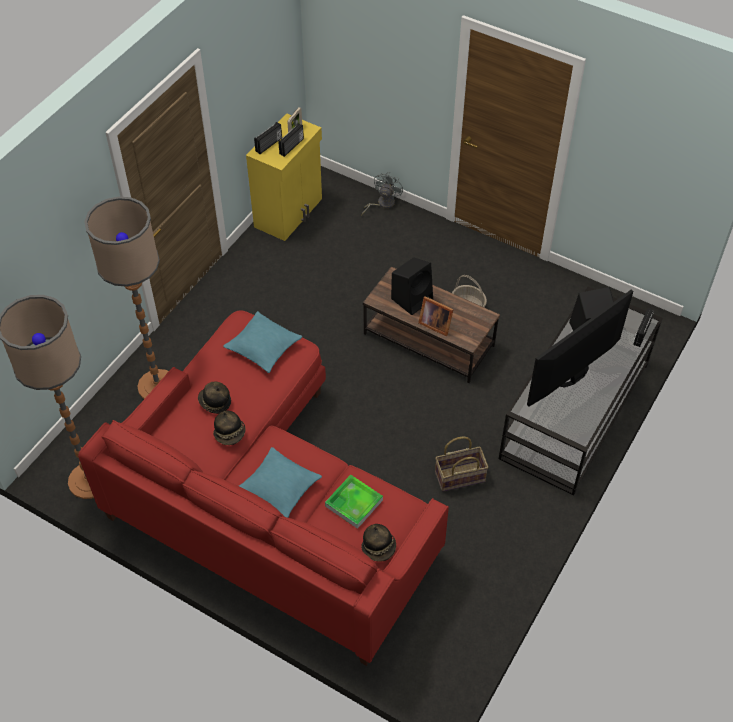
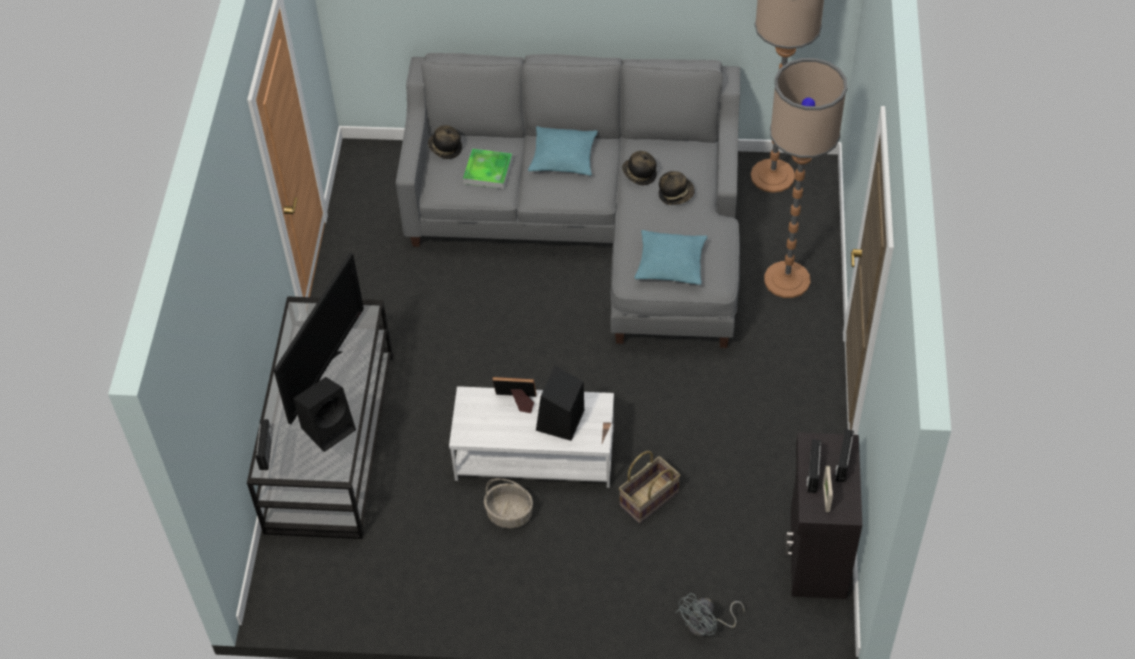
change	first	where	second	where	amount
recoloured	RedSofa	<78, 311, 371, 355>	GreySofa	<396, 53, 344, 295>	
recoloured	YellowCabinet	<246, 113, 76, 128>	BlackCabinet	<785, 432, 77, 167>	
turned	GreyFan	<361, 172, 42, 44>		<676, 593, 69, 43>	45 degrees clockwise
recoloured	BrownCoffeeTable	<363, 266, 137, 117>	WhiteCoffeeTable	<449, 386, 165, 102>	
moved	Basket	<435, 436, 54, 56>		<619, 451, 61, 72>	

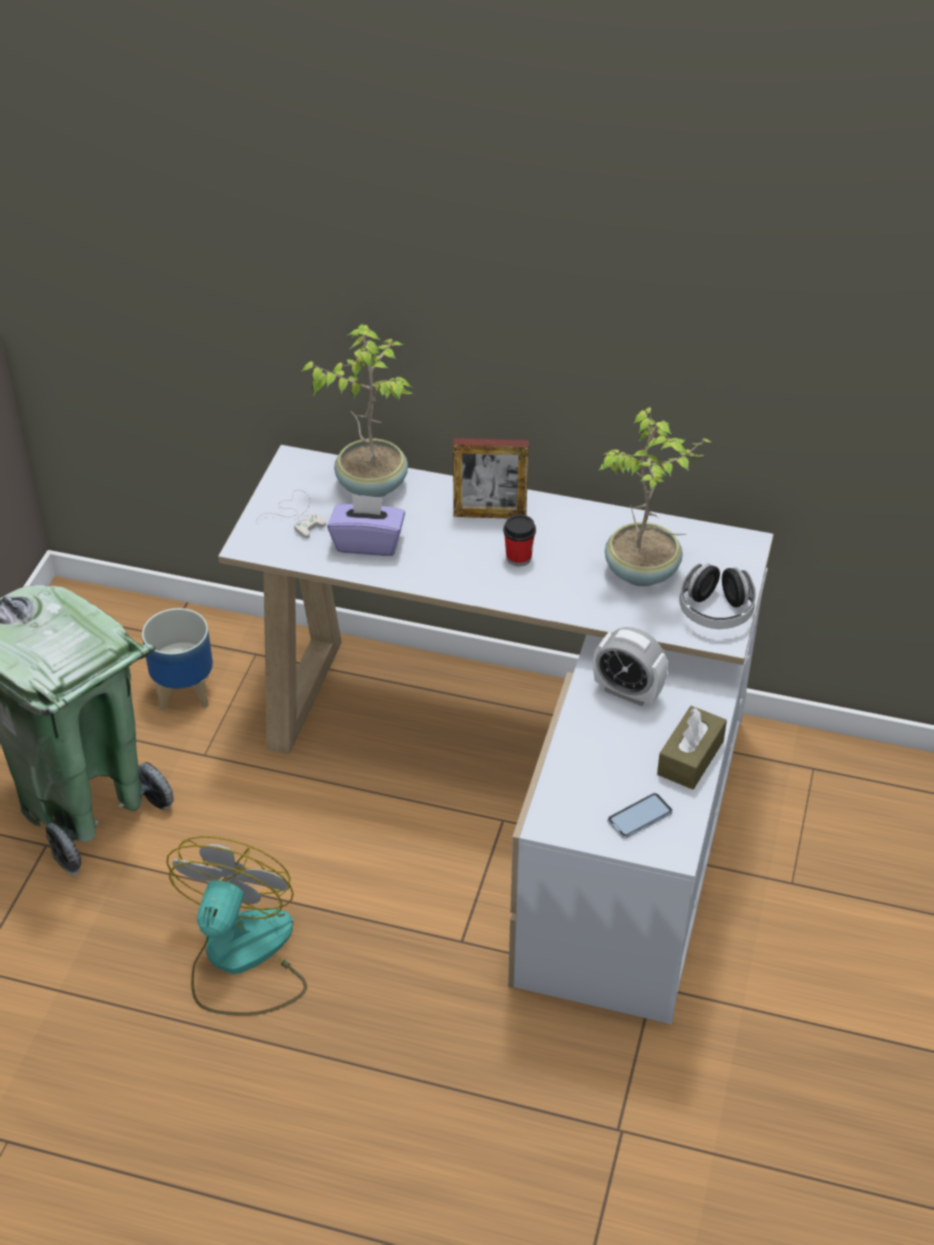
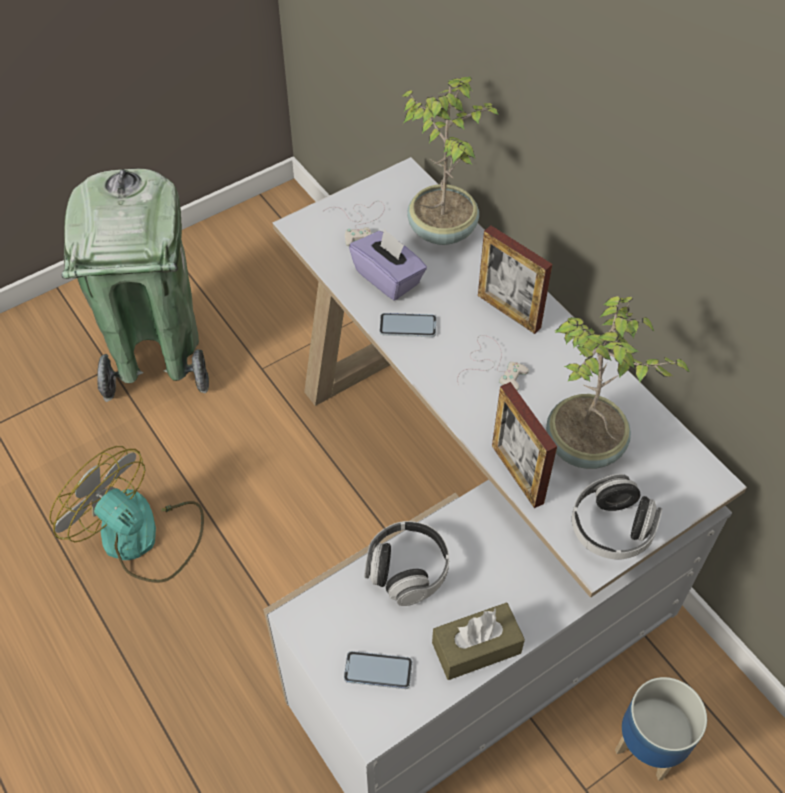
change	first	where	second	where	amount
moved	Planter	<142, 608, 71, 103>		<615, 677, 92, 104>	
turned	Fan	<167, 836, 140, 180>		<49, 446, 155, 137>	105 degrees counterclockwise
replaced	Cup	<503, 514, 33, 52>	WhiteGameController	<457, 335, 72, 56>	
removed	AlarmClock	<593, 627, 75, 79>			
added			Headphones	<365, 521, 84, 85>	
added			Phone	<379, 313, 58, 24>	
added			PictureFrame	<492, 382, 65, 126>	

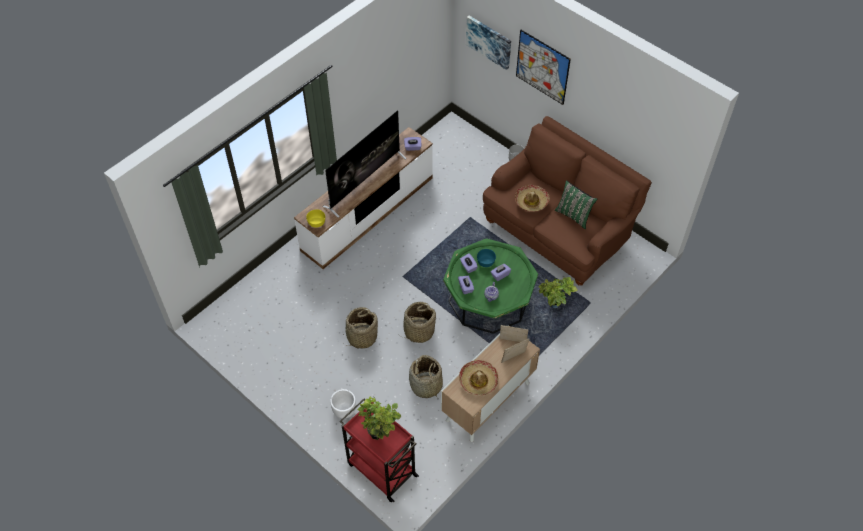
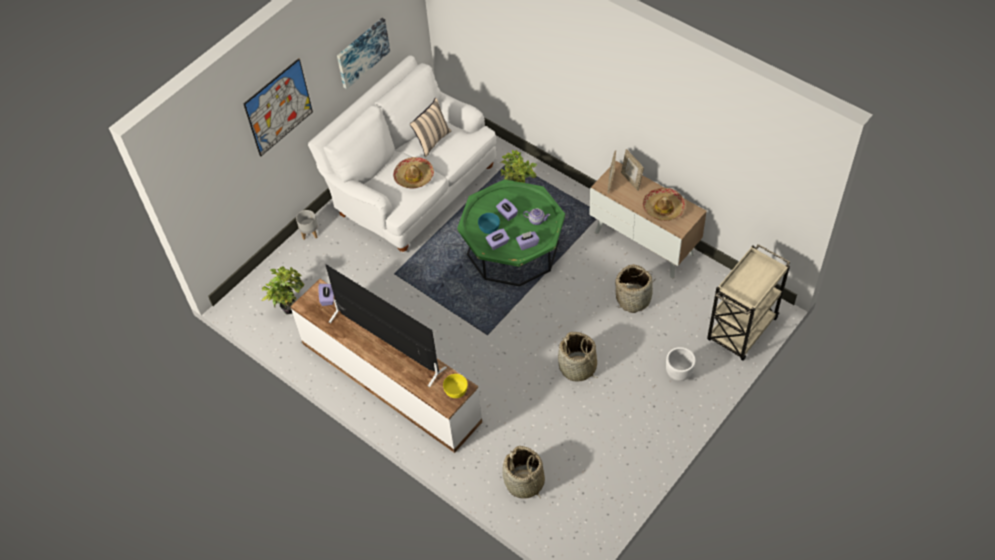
change	first	where	second	where	amount
recoloured	RedCart	<340, 399, 79, 103>	BeigeCart	<707, 244, 83, 117>	
moved	PottedPlant	<357, 396, 44, 44>		<261, 266, 43, 48>	
moved	Basket	<399, 302, 37, 41>		<503, 446, 42, 53>	
moved	Picture	<466, 16, 45, 54>		<337, 18, 53, 71>	
recoloured	BrownSofa	<483, 116, 169, 170>	WhiteSofa	<308, 56, 188, 197>	
recoloured	GreenPillow	<555, 180, 42, 49>	BeigePillow	<410, 98, 41, 59>	

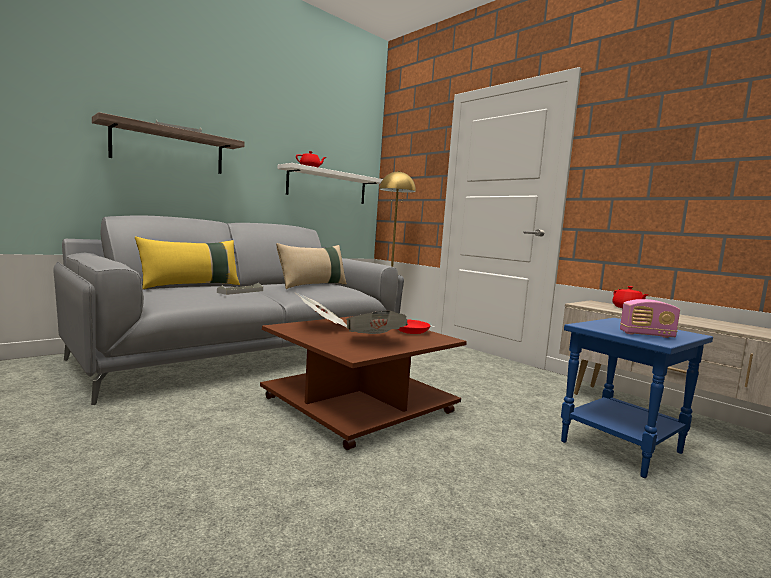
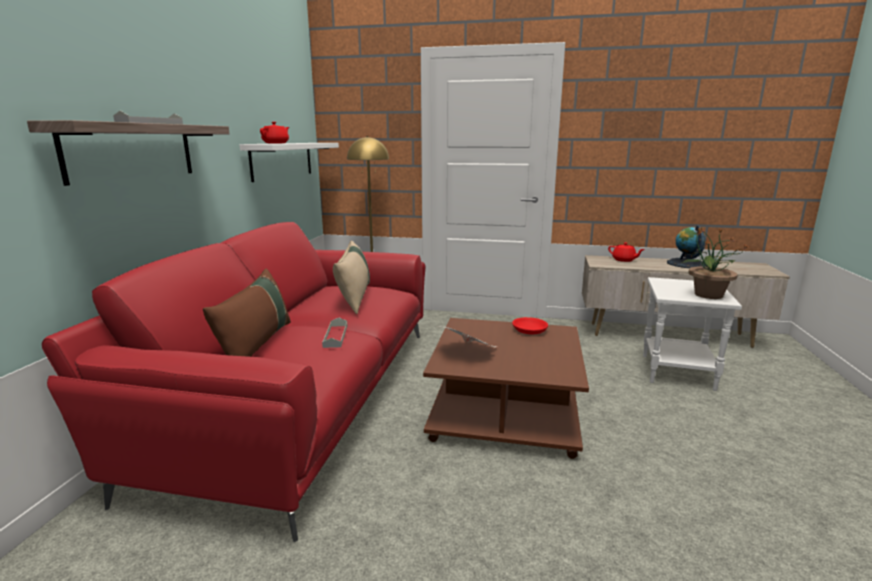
change	first	where	second	where	amount
recoloured	GreySofa	<53, 215, 351, 190>	RedSofa	<42, 222, 383, 320>	
recoloured	YellowPillow	<135, 237, 105, 52>	BrownPillow	<203, 269, 88, 88>	
removed	Newspaper	<346, 311, 62, 23>			
recoloured	BlueSideTable	<561, 318, 152, 160>	WhiteSideTable	<643, 277, 99, 114>	
replaced	Radio	<620, 299, 60, 39>	PottedPlant	<682, 228, 68, 71>	
added			Globe	<667, 225, 40, 43>	

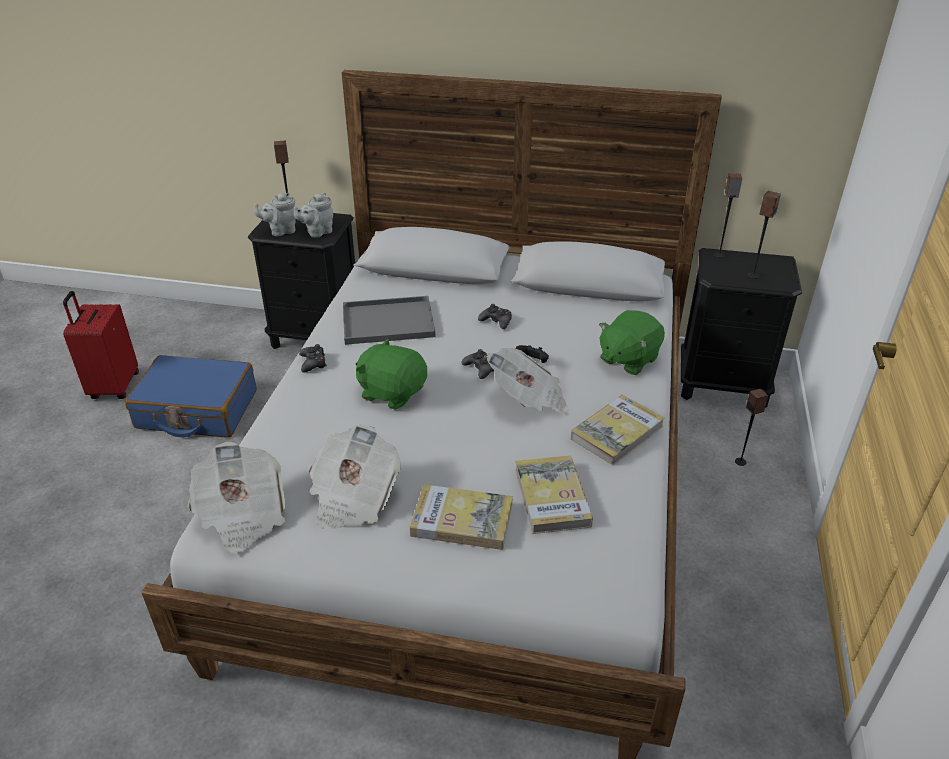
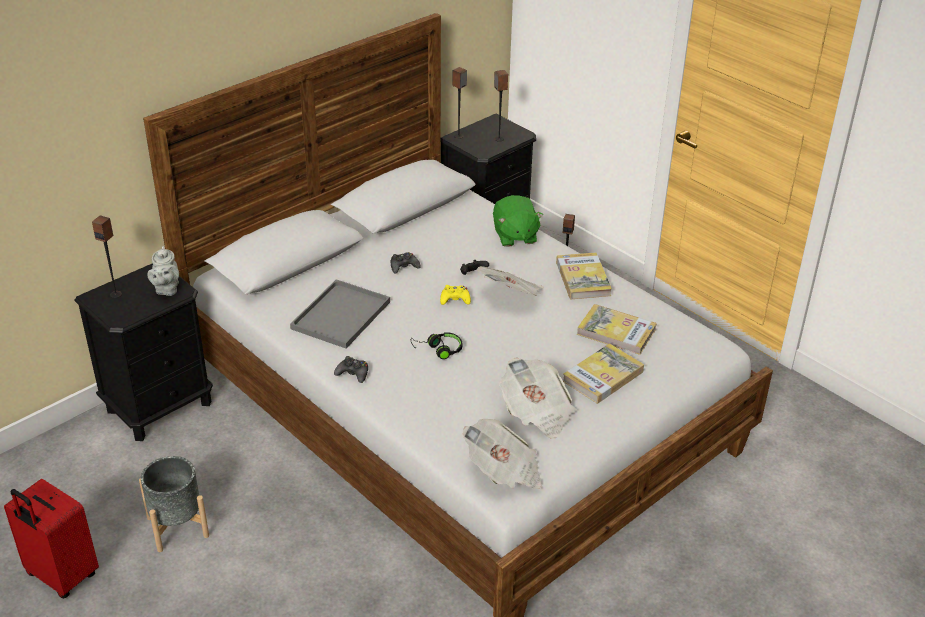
change	first	where	second	where	amount
replaced	BlueSuitcase	<125, 355, 132, 83>	GreyPlanter	<139, 456, 70, 96>	
removed	GreyTeapot	<254, 193, 42, 43>			
replaced	GreenPlushToy	<356, 338, 71, 72>	BlackHeadphones	<411, 332, 51, 27>	
recoloured	BlackGameController	<461, 349, 33, 30>	YellowGameController	<440, 285, 31, 20>	

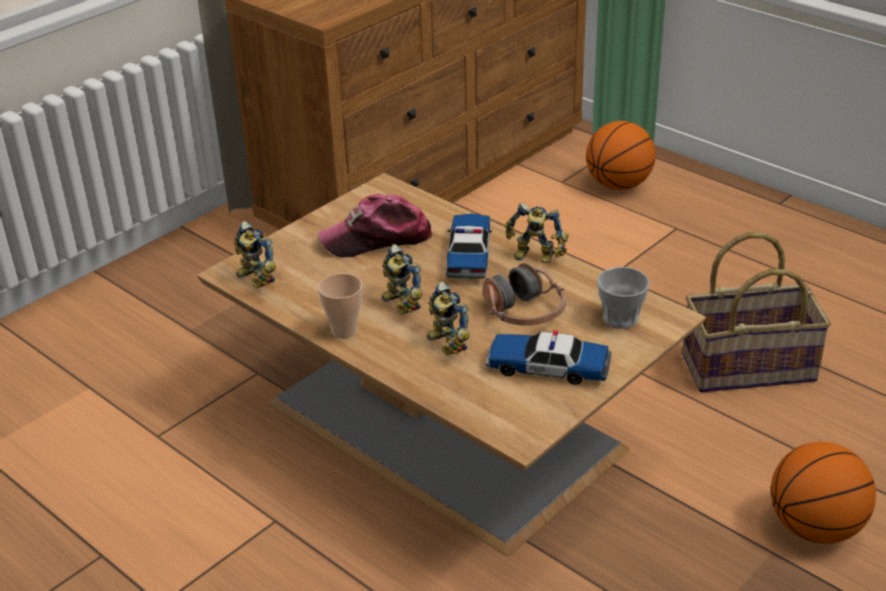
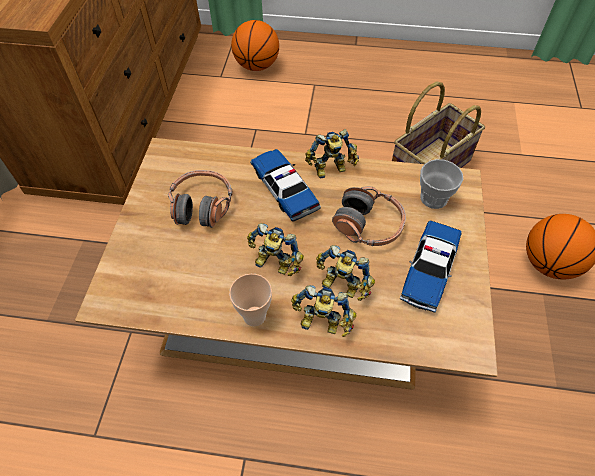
change	first	where	second	where	amount
moved	ToyRobot	<234, 221, 42, 67>		<291, 285, 66, 52>	
replaced	Cap	<318, 194, 114, 64>	Headphones	<168, 170, 65, 58>	
turned	ToyCar	<486, 330, 125, 55>		<400, 221, 62, 92>	45 degrees counterclockwise

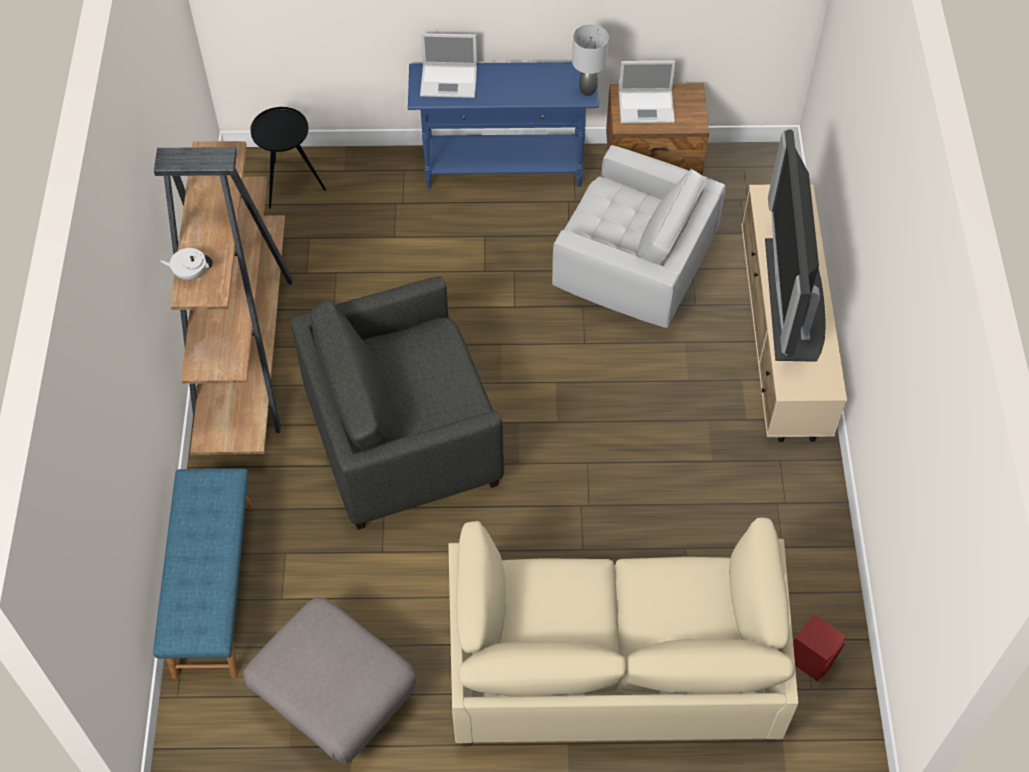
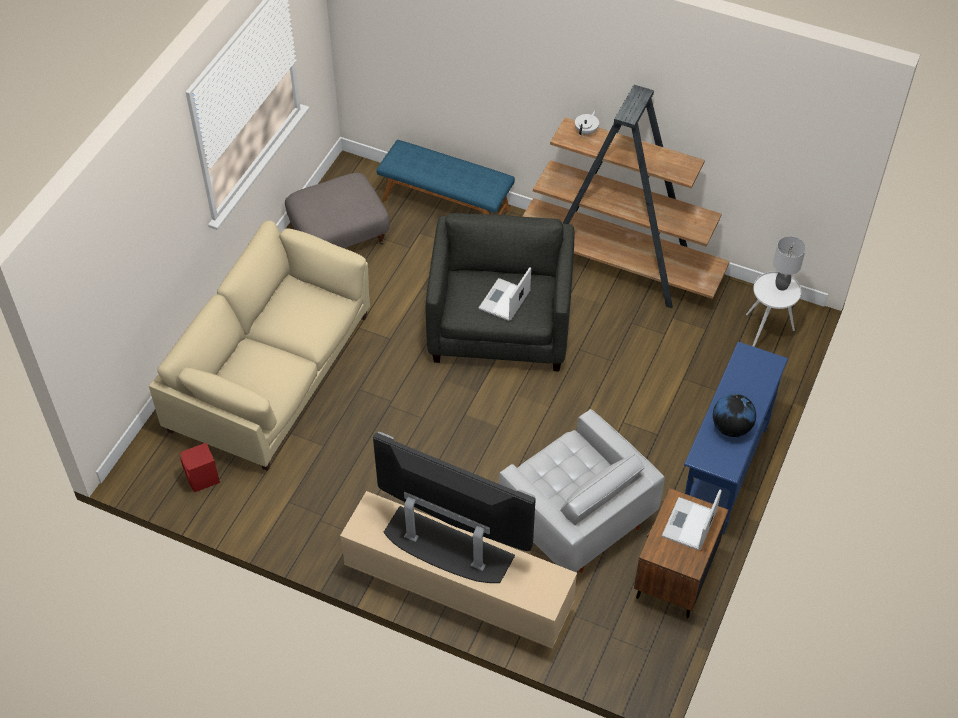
change	first	where	second	where	amount
recoloured	BlackSideTable	<250, 107, 76, 102>	WhiteSideTable	<746, 271, 55, 76>	
moved	Laptop	<420, 33, 57, 65>		<479, 267, 52, 54>	
turned	WhiteArmchair	<552, 145, 174, 183>		<499, 409, 166, 164>	90 degrees counterclockwise
moved	GreyTableLamp	<572, 24, 37, 72>		<773, 236, 33, 55>	
added			Globe	<713, 394, 43, 43>	

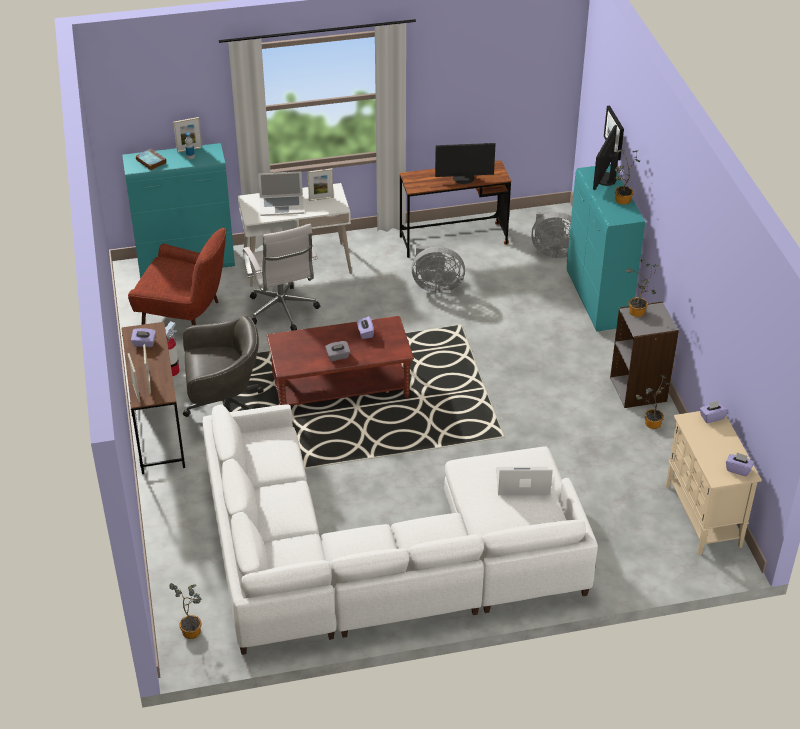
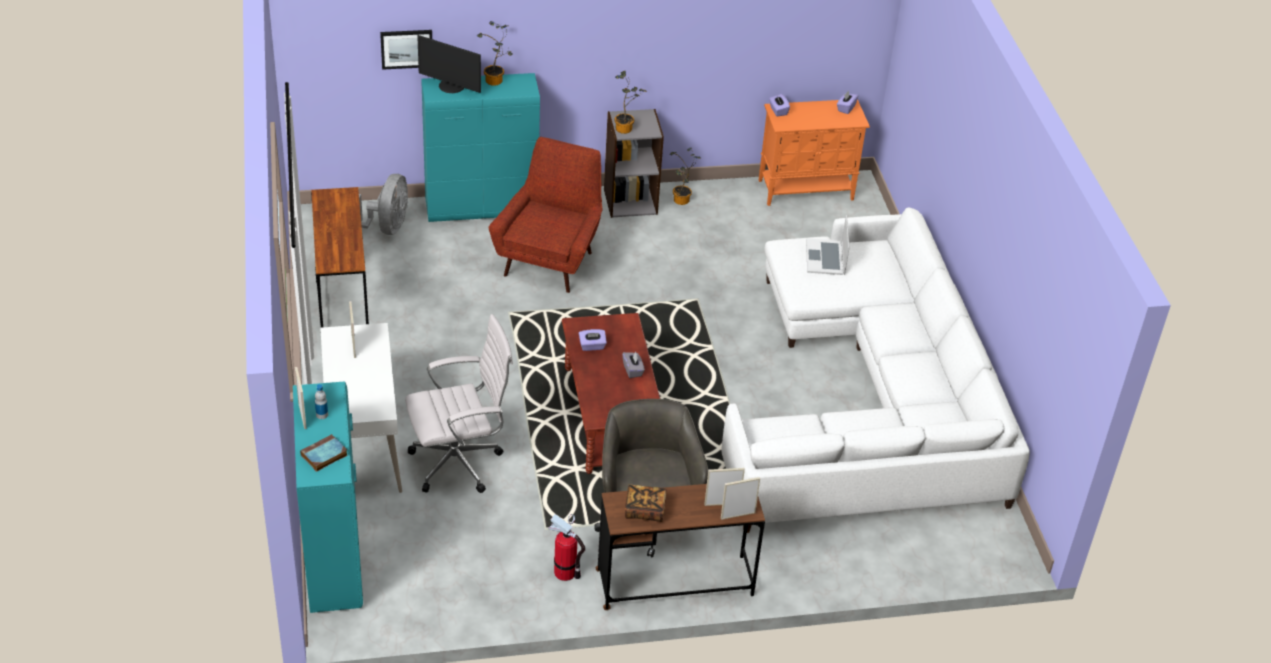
change	first	where	second	where	amount
moved	RedArmchair	<128, 228, 98, 97>		<489, 137, 114, 156>	
replaced	PurpleTissueBox	<131, 328, 25, 19>	Book	<625, 484, 41, 38>	
removed	PottedPlant	<170, 583, 32, 56>			
removed	Laptop	<258, 171, 46, 45>			
removed	GreyFan	<411, 245, 54, 48>			
removed	Monitor	<435, 143, 61, 41>			
recoloured	BeigeCabinet	<665, 411, 97, 144>	OrangeCabinet	<759, 99, 111, 107>	

